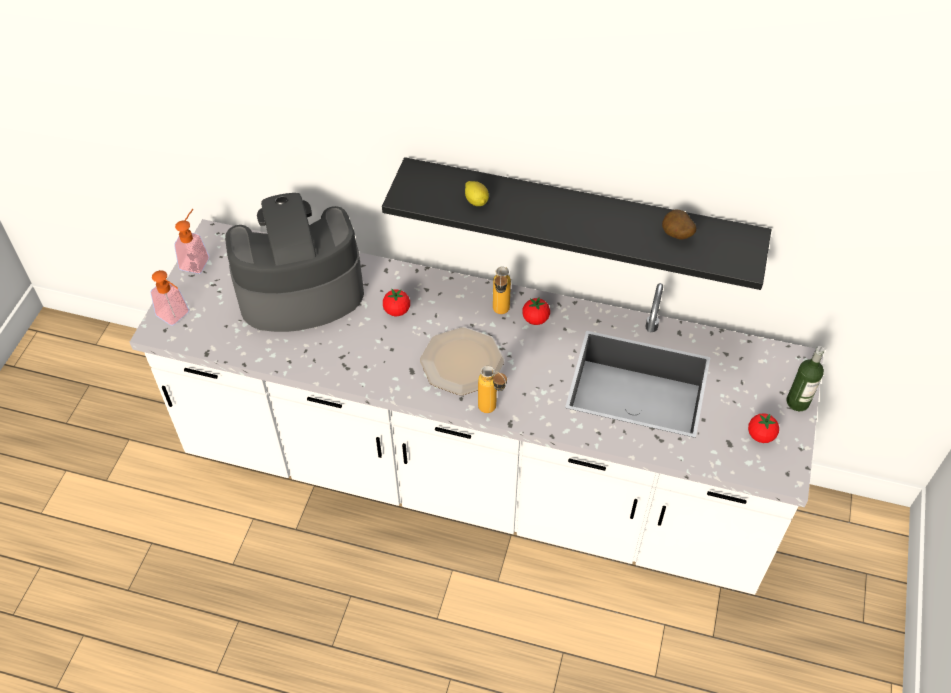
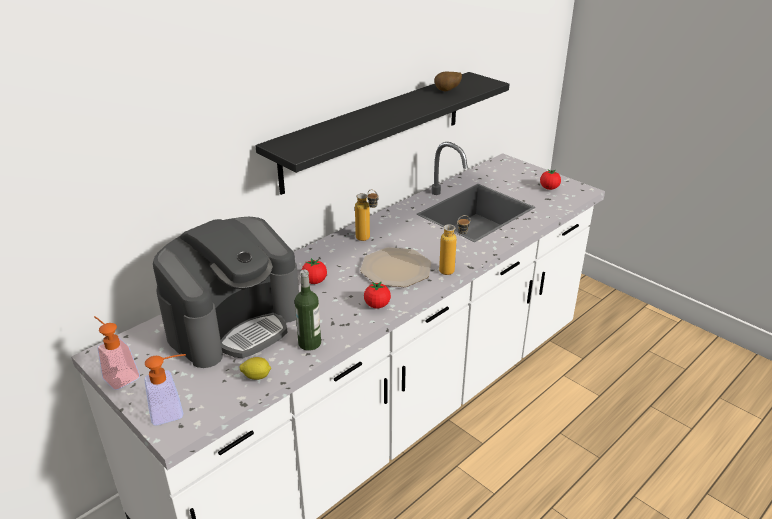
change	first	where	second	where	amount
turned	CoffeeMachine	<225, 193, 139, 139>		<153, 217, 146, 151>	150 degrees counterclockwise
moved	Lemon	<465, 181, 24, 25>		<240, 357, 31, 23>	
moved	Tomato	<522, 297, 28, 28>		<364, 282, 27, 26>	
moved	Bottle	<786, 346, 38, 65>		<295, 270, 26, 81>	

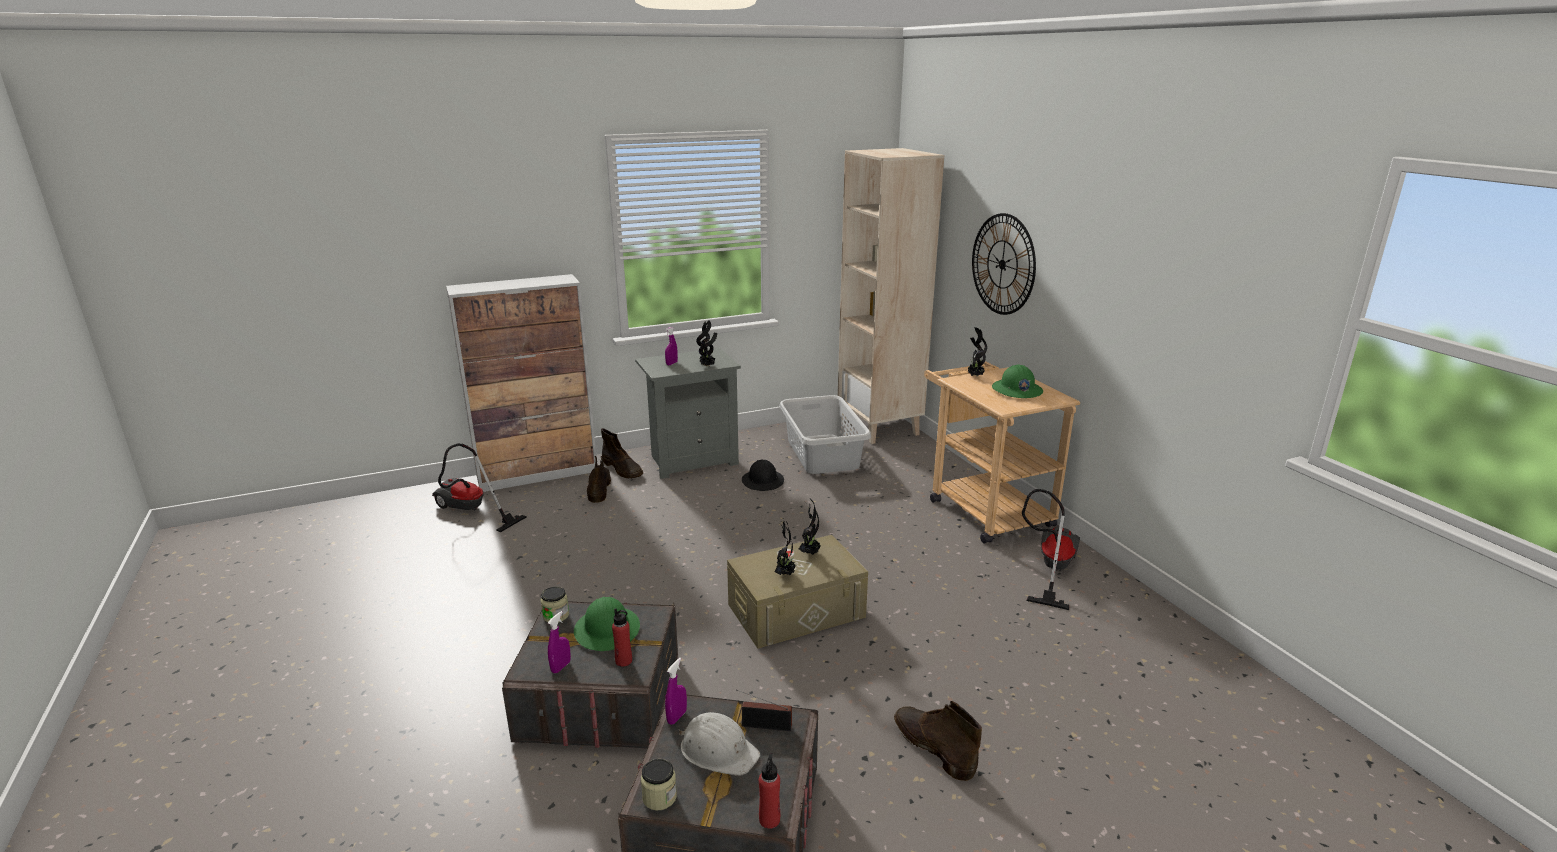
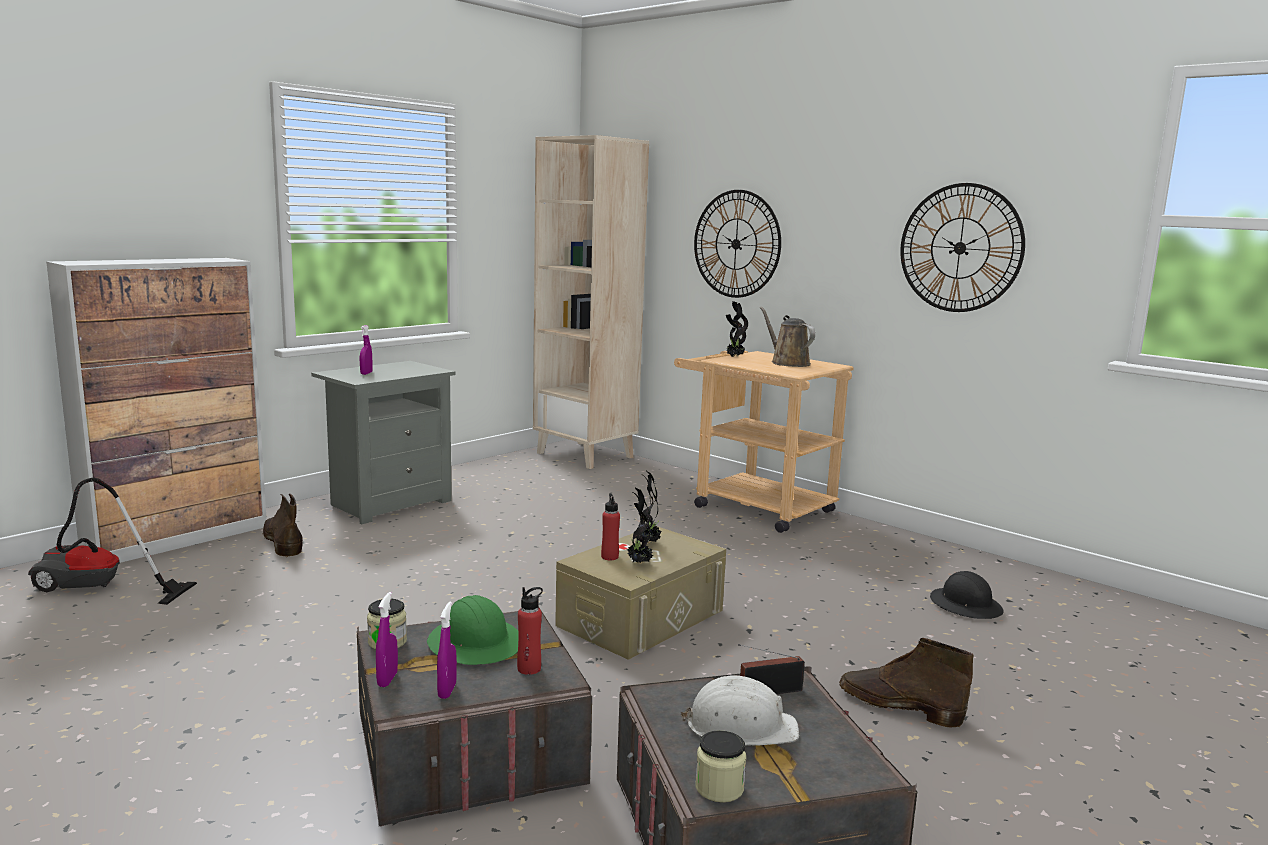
change	first	where	second	where	amount
removed	BrownBoot	<601, 428, 42, 50>			
moved	PurpleSprayBottle	<665, 658, 22, 67>		<376, 592, 22, 95>	
removed	PottedPlant	<696, 321, 21, 46>			
moved	BlackHardHat	<742, 459, 42, 32>		<930, 571, 74, 48>	
moved	RedBottle	<759, 753, 21, 76>		<601, 493, 19, 67>	
removed	GreyLaundryBasket	<780, 395, 91, 79>			
replaced	GreenHardHat	<992, 365, 51, 33>	BrownWateringCan	<760, 307, 56, 60>	
removed	VacuumCleaner	<1022, 489, 58, 121>			
added			WallClock	<900, 183, 125, 129>	

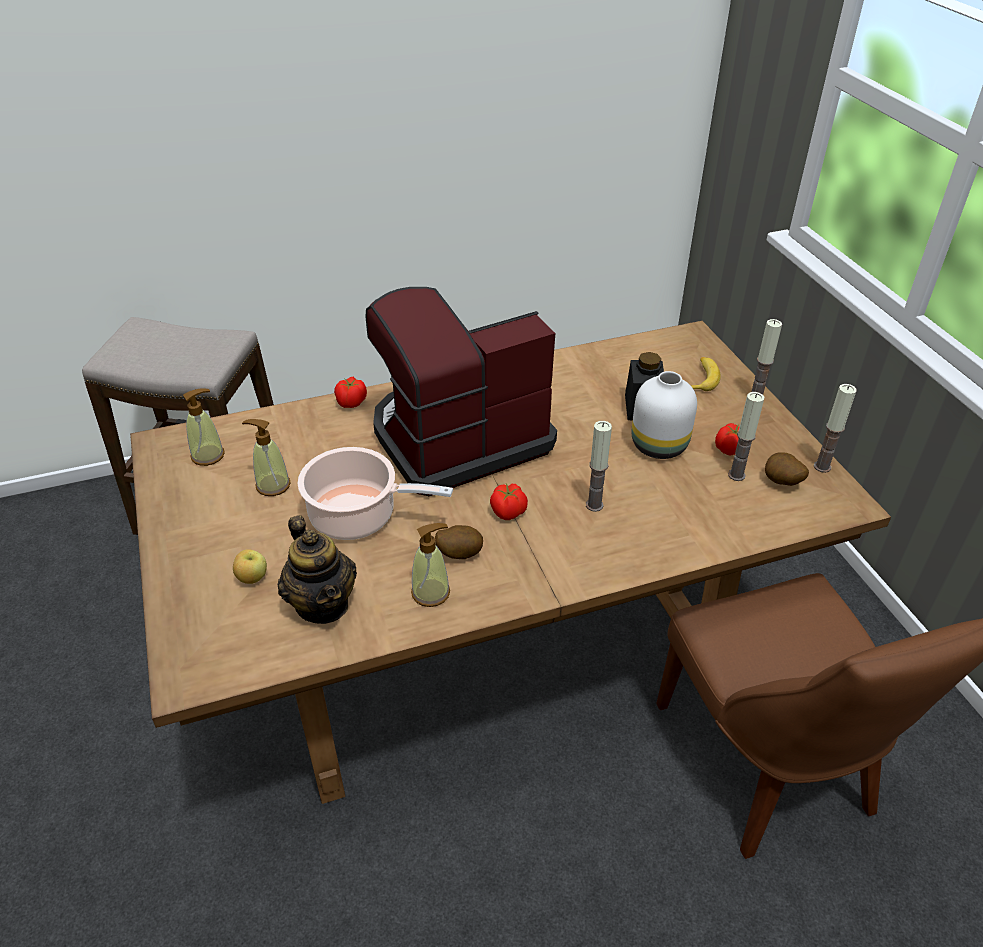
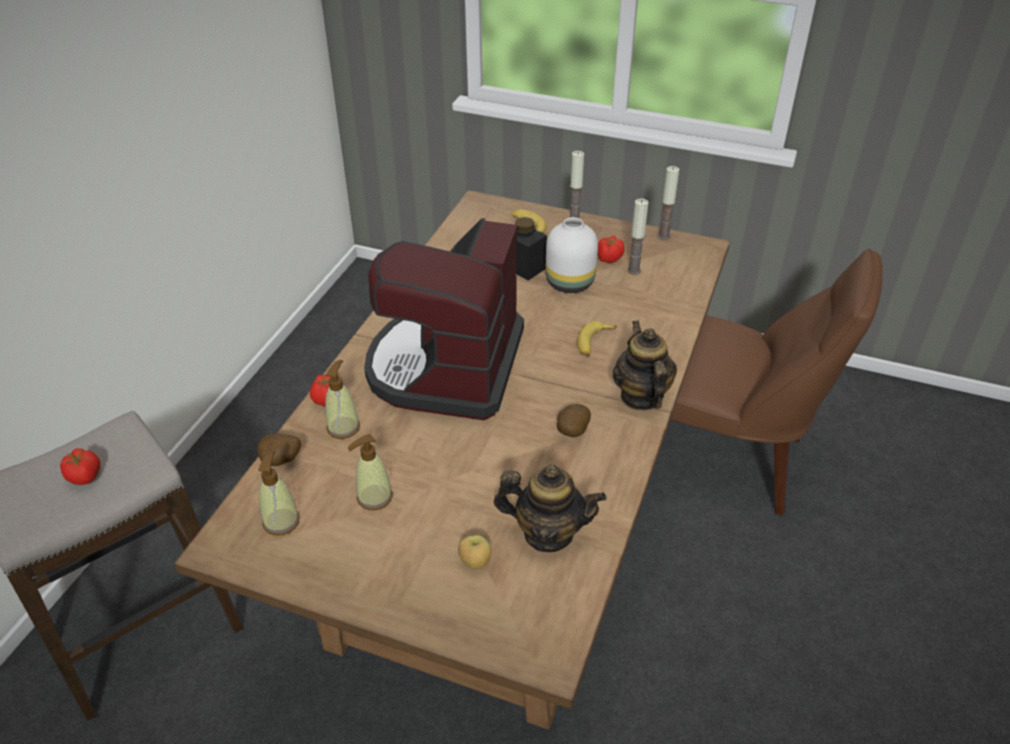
change	first	where	second	where	amount
removed	CookingPot	<298, 447, 155, 93>			
moved	SoapDispenser	<411, 523, 39, 84>		<325, 360, 35, 79>	
moved	Tomato	<490, 483, 38, 37>		<60, 449, 40, 36>	
replaced	Candle	<586, 421, 26, 91>	Banana	<577, 321, 40, 36>	
moved	Potato	<765, 452, 44, 34>		<257, 433, 44, 33>	
added			Teapot	<613, 321, 64, 89>	

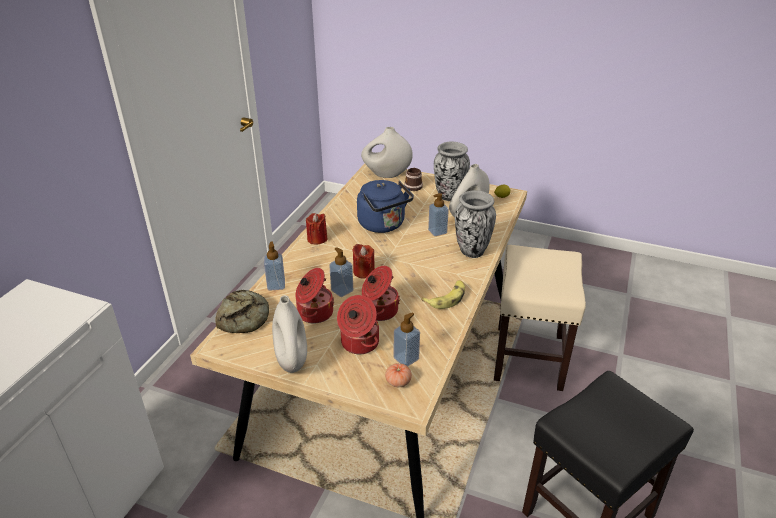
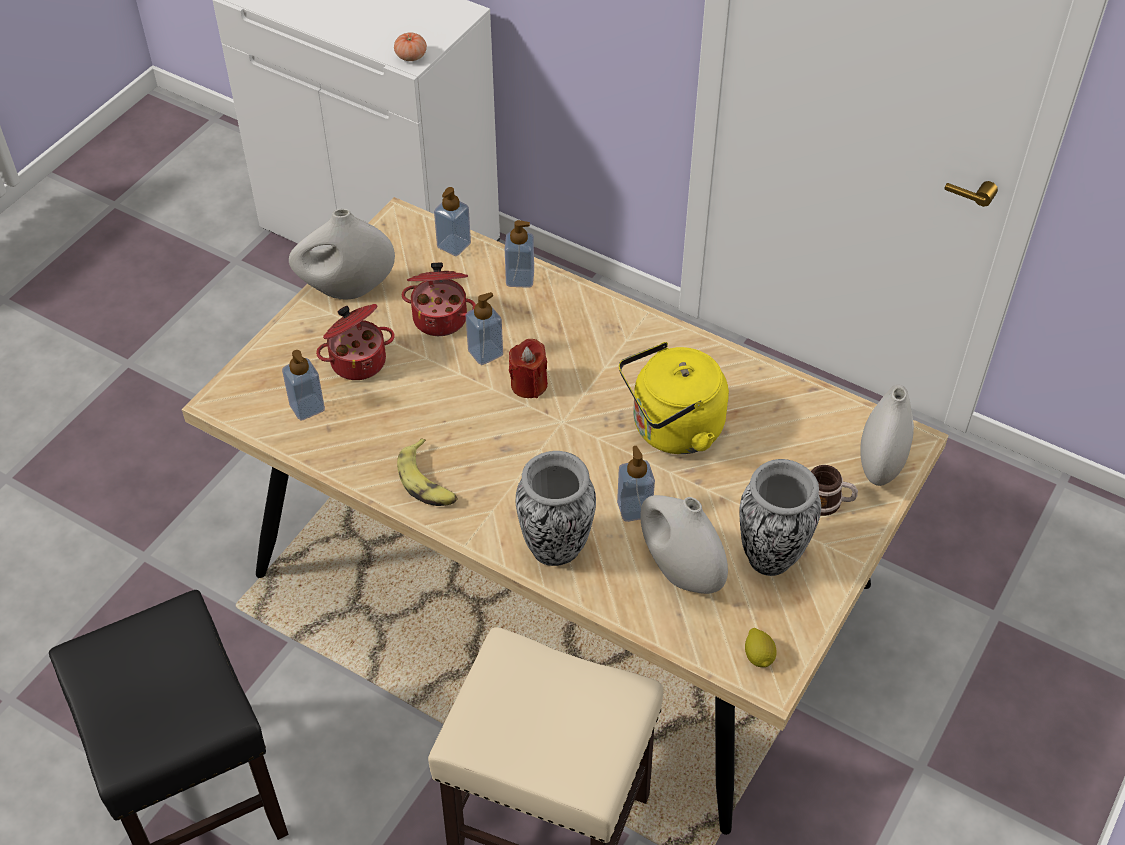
change	first	where	second	where	amount
replaced	Bread	<215, 290, 54, 43>	SoapDispenser	<434, 187, 37, 69>	
removed	RedCandle	<306, 213, 22, 32>			
recoloured	BlueKettle	<357, 180, 57, 53>	YellowKettle	<619, 342, 110, 112>	
removed	CookingPot	<362, 266, 38, 55>			
moved	Tomato	<385, 363, 27, 24>		<394, 32, 33, 29>	

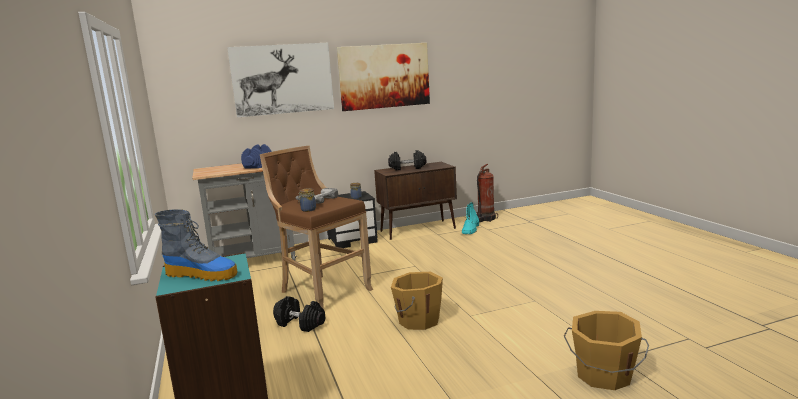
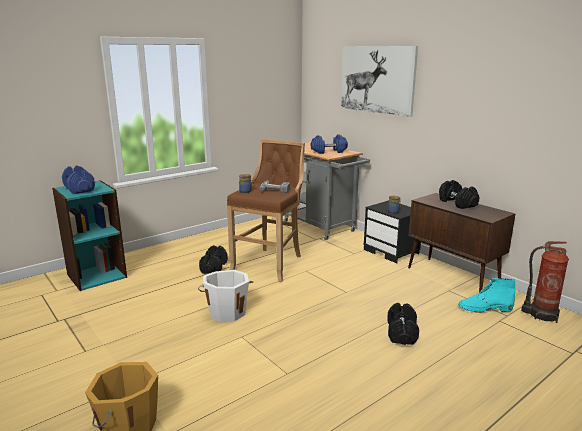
change	first	where	second	where	amount
replaced	Boot	<155, 209, 83, 72>	BlueDumbbell	<62, 165, 33, 29>	
removed	Picture	<337, 43, 93, 68>			
recoloured	OrangeBucket	<391, 272, 52, 58>	WhiteBucket	<198, 270, 55, 52>	
added			BlackDumbbell	<387, 303, 32, 42>	

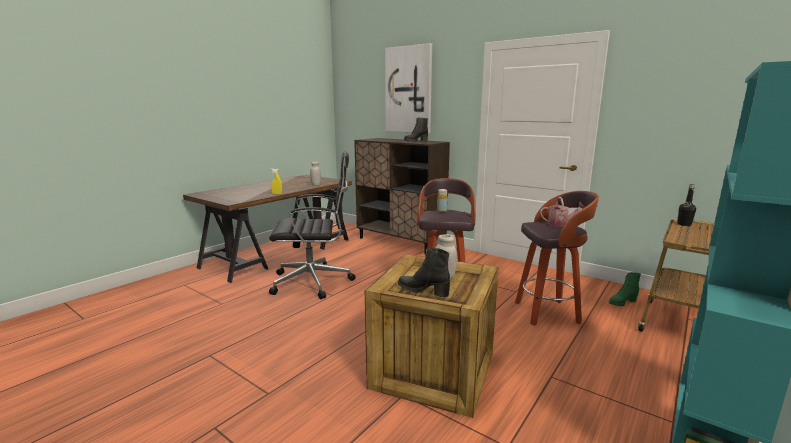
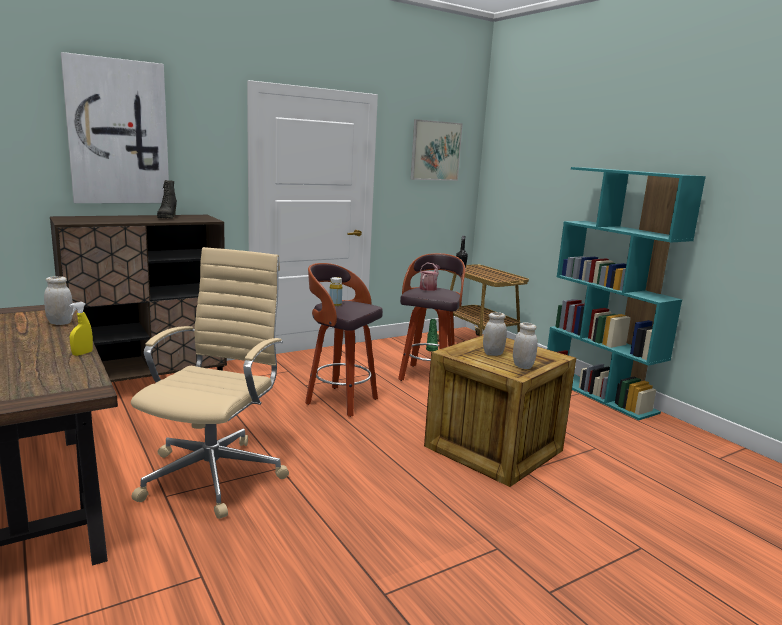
change	first	where	second	where	amount
recoloured	BlackOfficeChair	<269, 151, 87, 148>	BeigeOfficeChair	<131, 247, 158, 272>	
replaced	BlackBoot	<398, 247, 52, 50>	WhiteJar	<513, 322, 25, 47>	
added			Picture	<411, 119, 52, 62>	

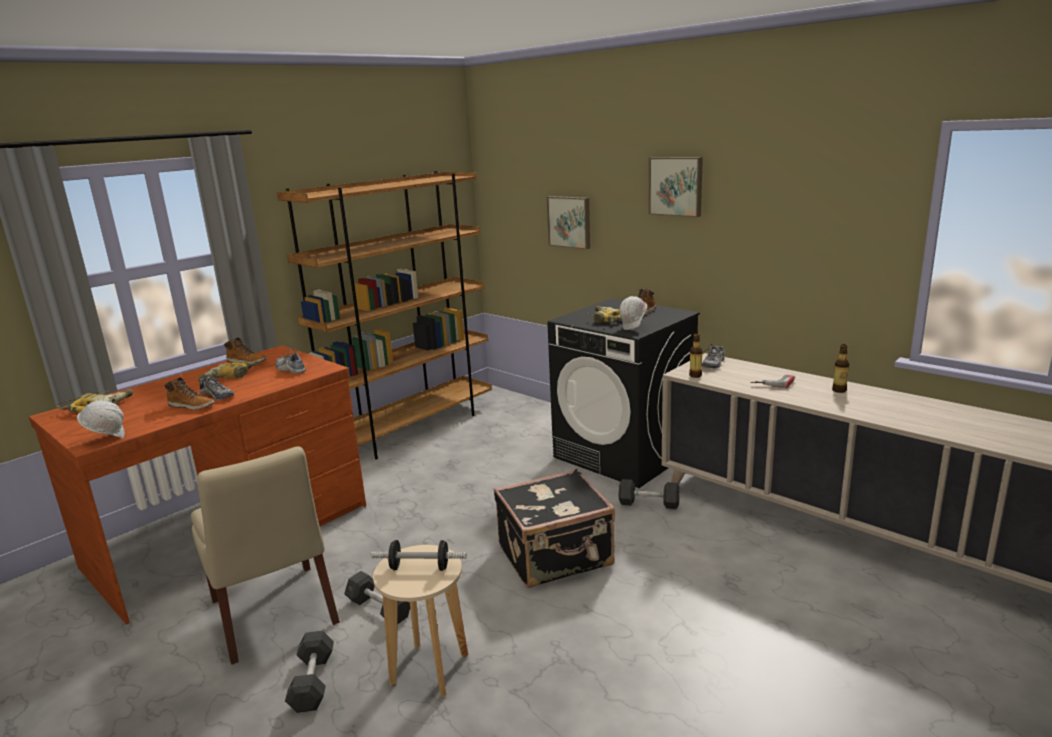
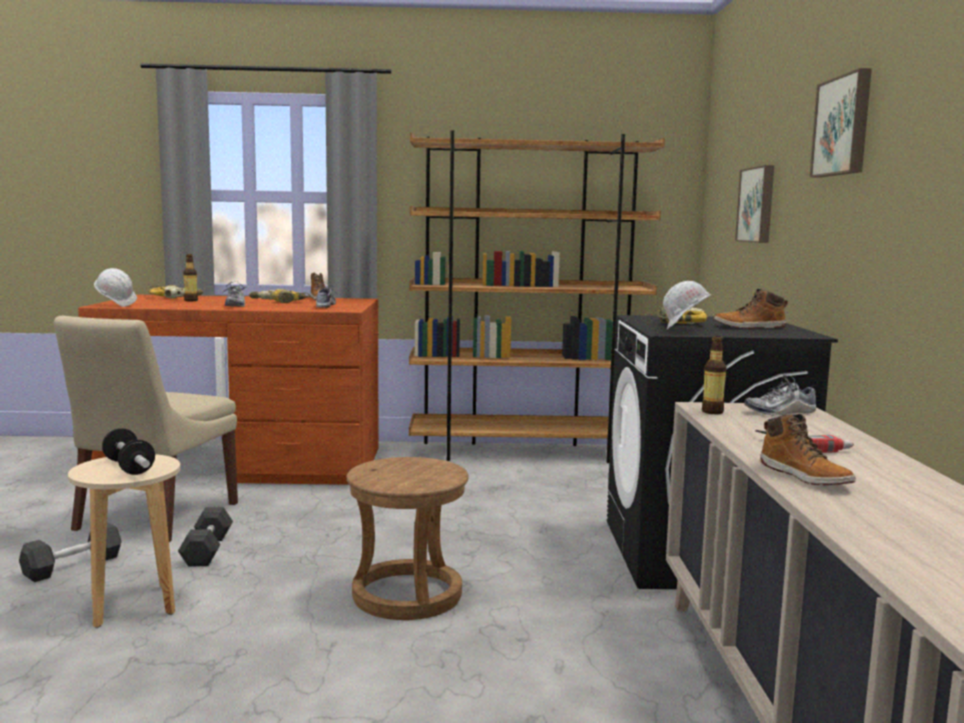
change	first	where	second	where	amount
moved	Boot	<164, 377, 51, 33>		<761, 414, 95, 71>	
replaced	BlackSuitcase	<494, 469, 121, 119>	BrownStool	<346, 457, 123, 163>	
removed	GreyDumbbell	<619, 479, 61, 30>			
moved	Bottle	<832, 344, 17, 49>		<183, 254, 15, 47>	

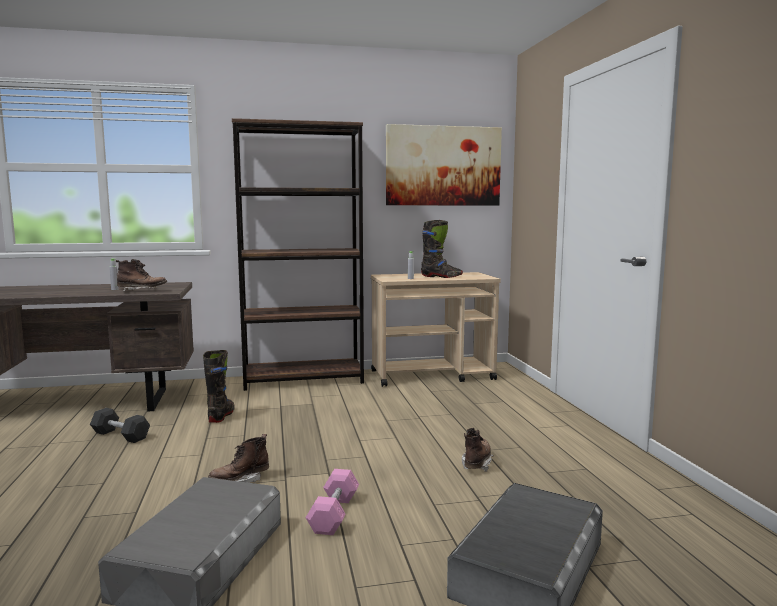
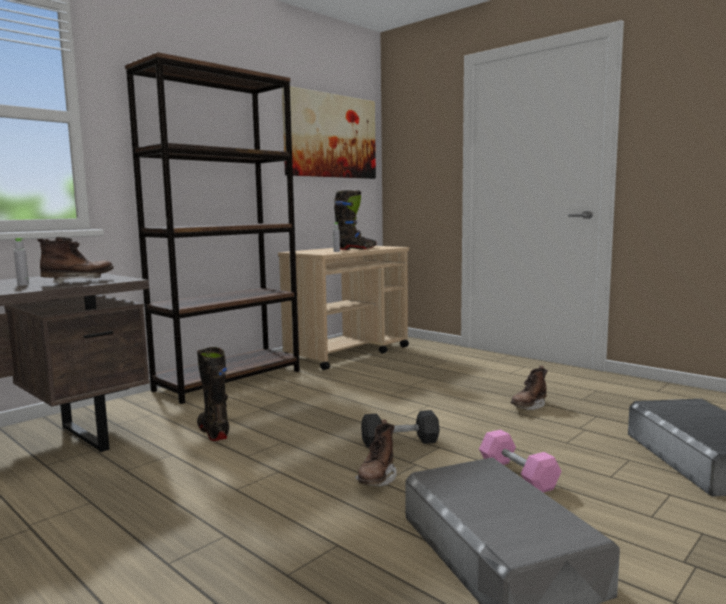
change	first	where	second	where	amount
moved	GreyDumbbell	<90, 408, 60, 35>		<361, 410, 79, 38>	
turned	BrownBoot	<462, 428, 31, 44>		<511, 366, 37, 44>	120 degrees counterclockwise

